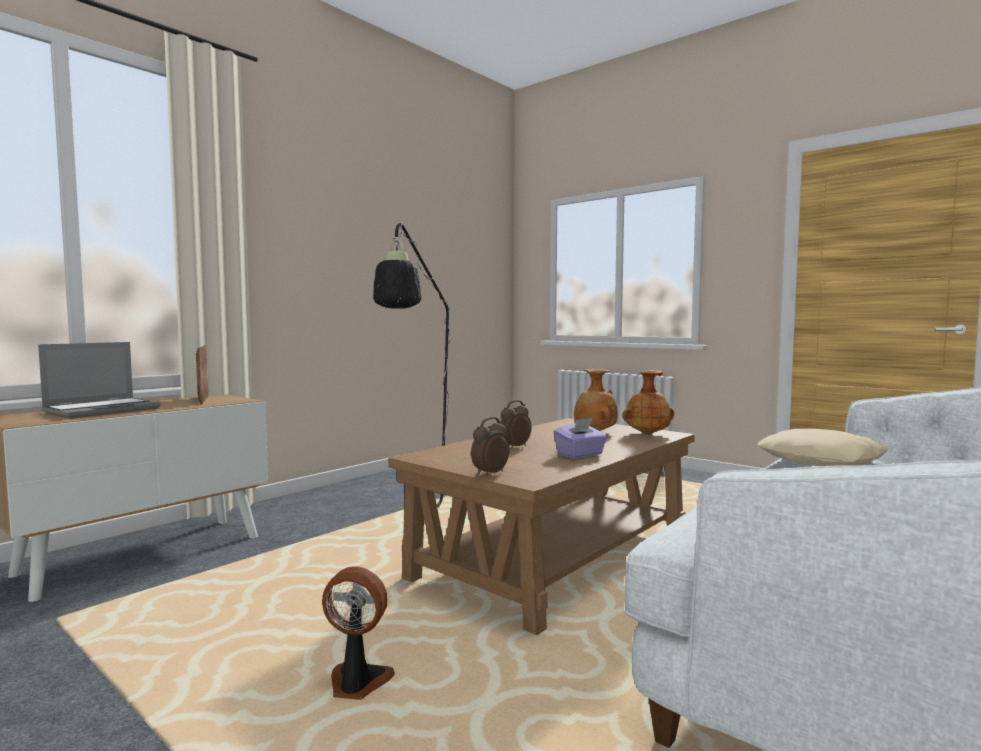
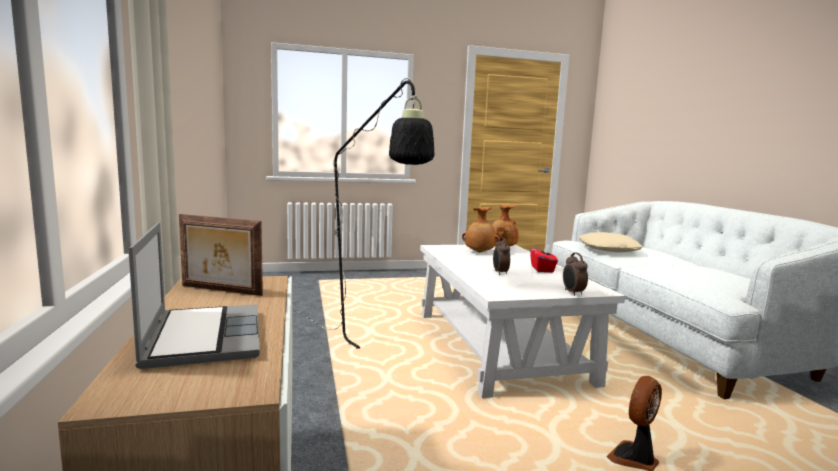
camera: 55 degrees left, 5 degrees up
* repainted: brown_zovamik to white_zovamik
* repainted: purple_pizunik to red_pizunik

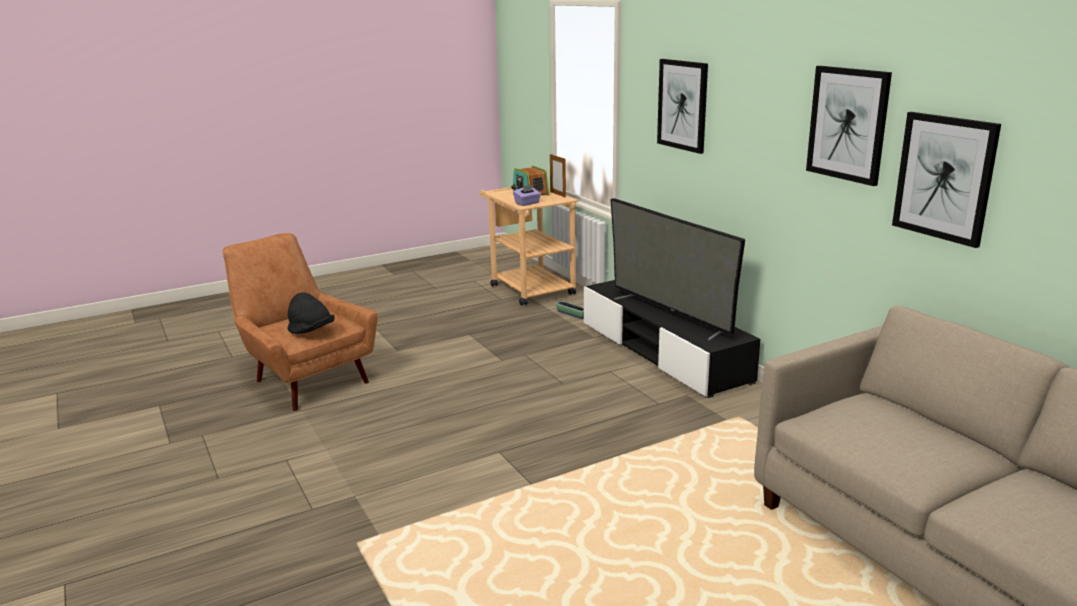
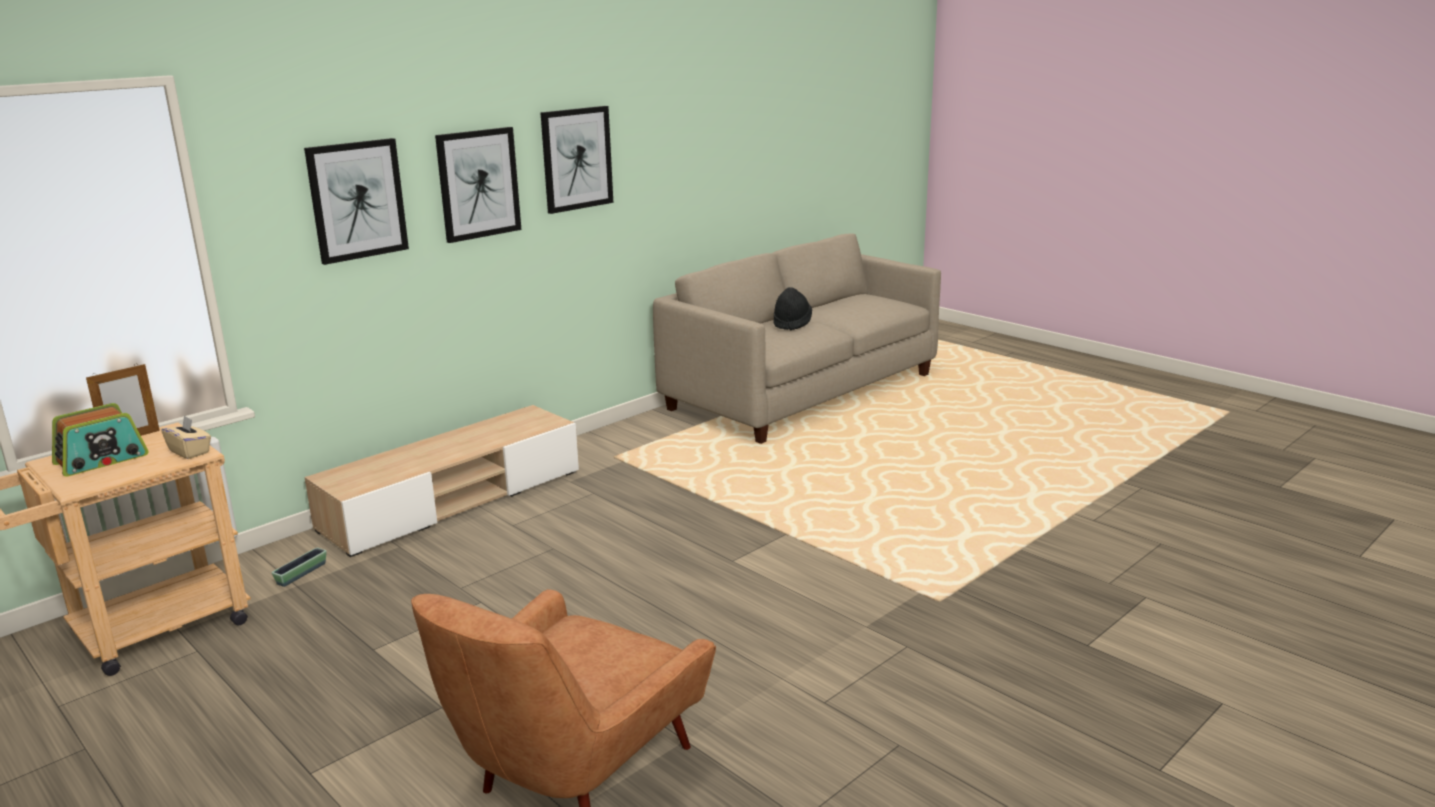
camera: 105 degrees left, 0 degrees up
* repainted: purple_pizunik to beige_pizunik
* repainted: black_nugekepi to beige_nugekepi
* shifted: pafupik (no. 3 from left in the first image) to pafupik (no. 2 from left)
* shifted: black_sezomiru
* gone: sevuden

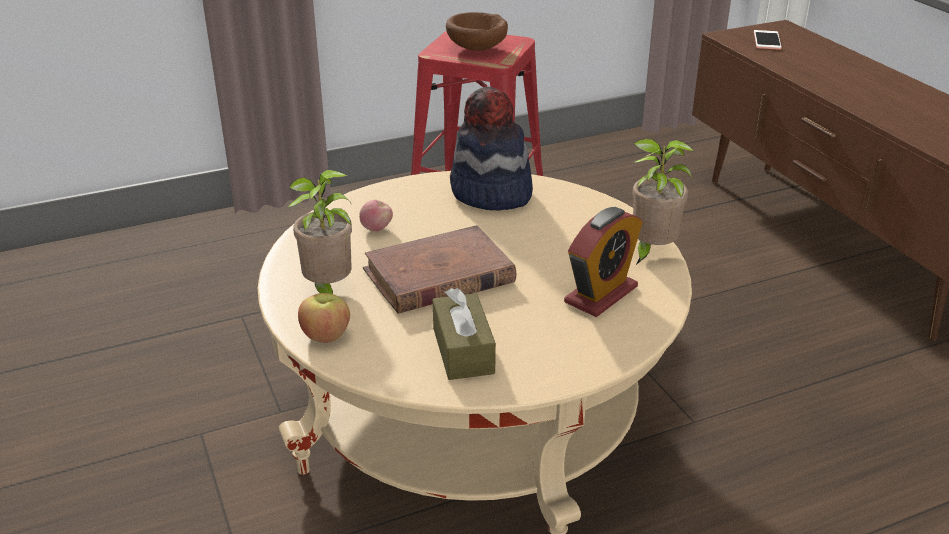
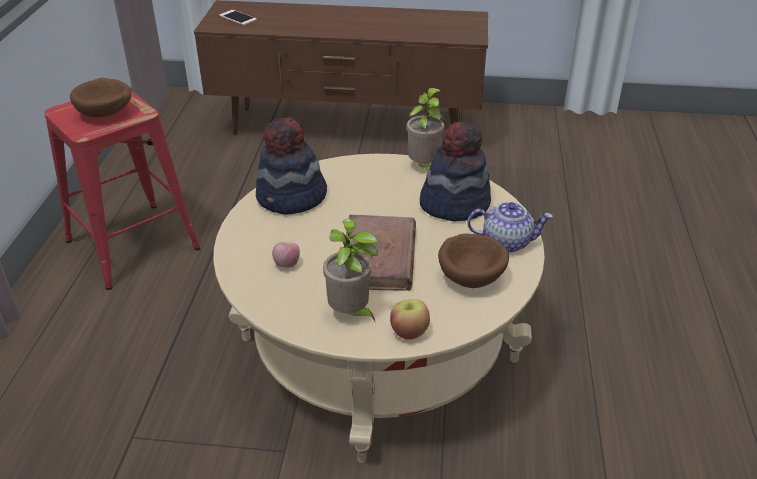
camera: 60 degrees left, 5 degrees up
* swapped: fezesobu to sezomiru (no. 2 from left)
* swapped: brown_pizunik to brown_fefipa (no. 2 from left)
* new: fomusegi

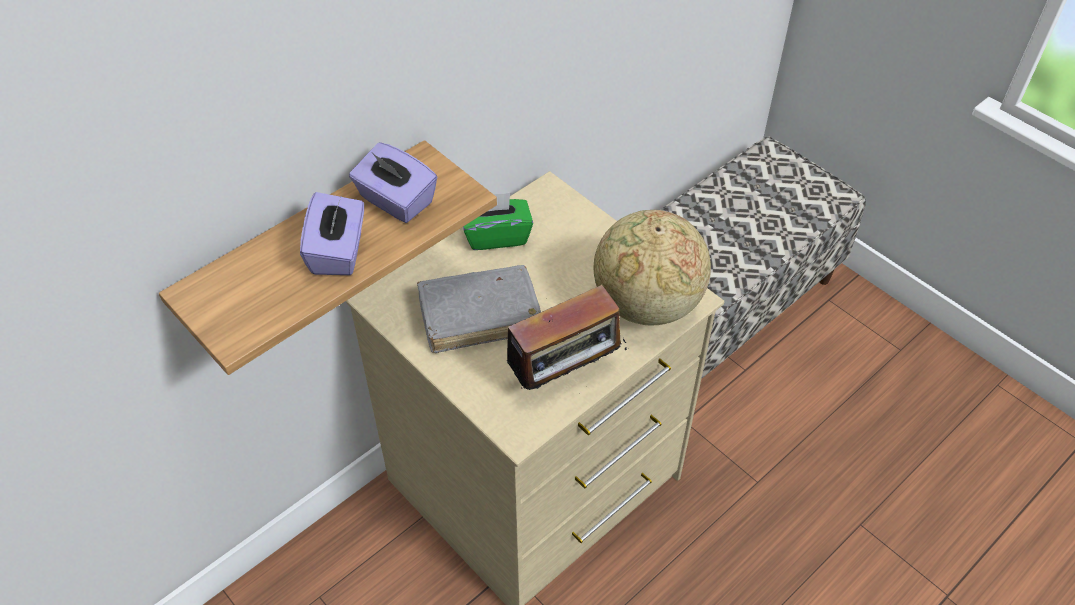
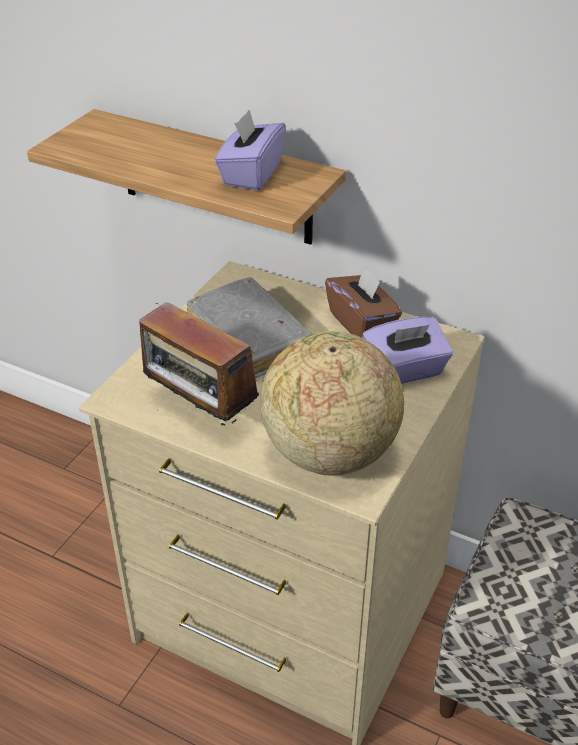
camera: 70 degrees right, 10 degrees down
* repainted: green_pizunik to brown_pizunik
* shifted: purple_pizunik (no. 1 from left in the first image) to purple_pizunik (no. 2 from left)

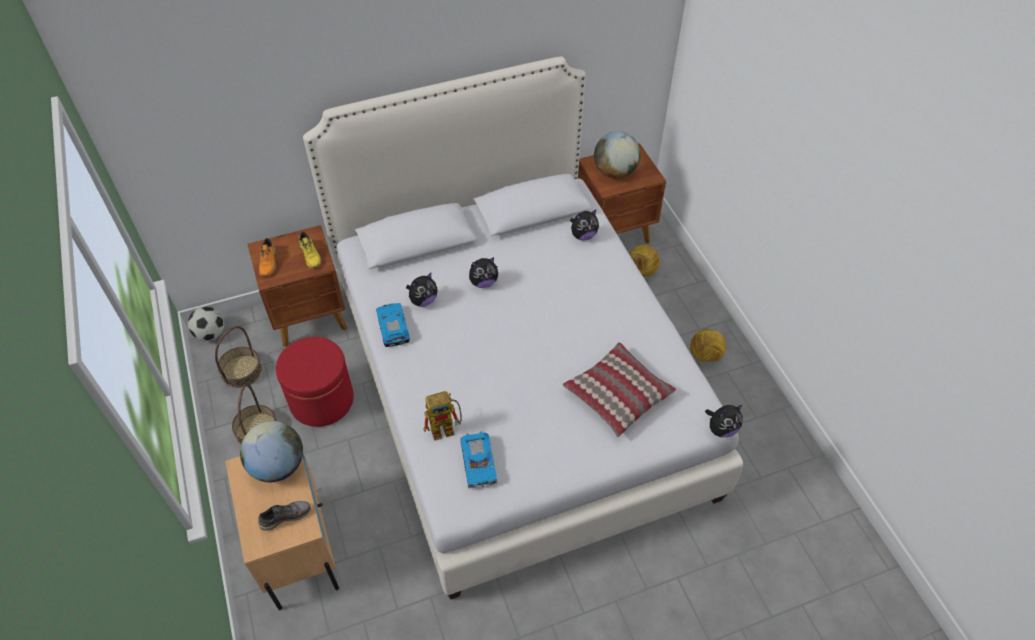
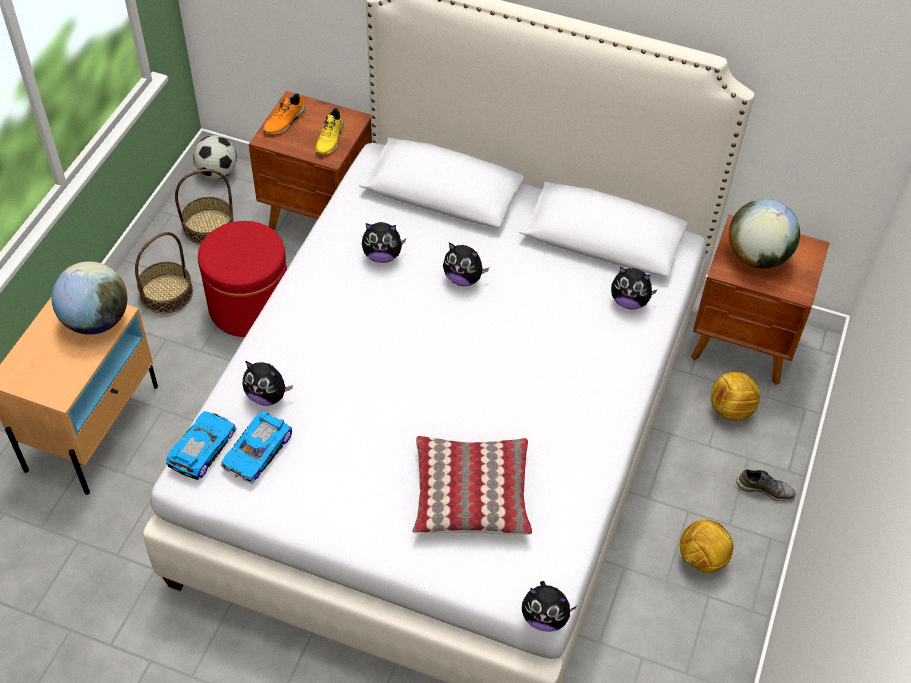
camera: 40 degrees right, 0 degrees up
* shifted: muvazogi (no. 1 from left)
* swapped: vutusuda to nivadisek (no. 1 from left)
* shifted: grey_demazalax

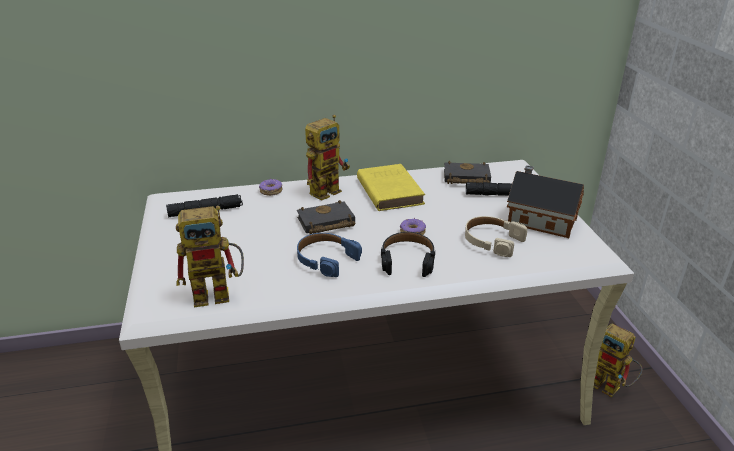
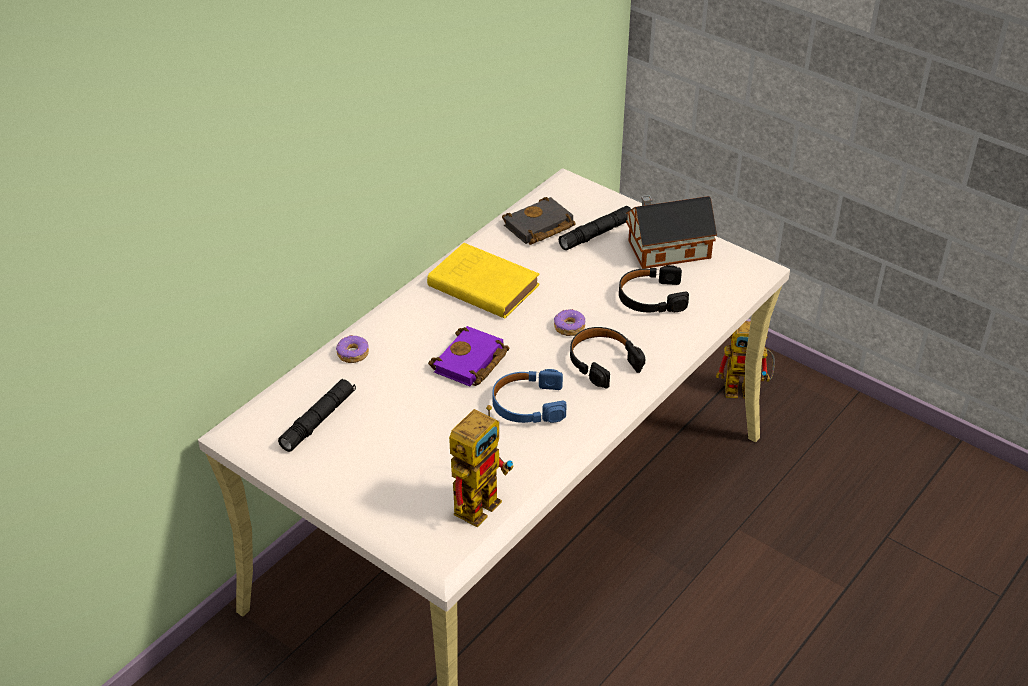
camera: 40 degrees left, 10 degrees up
* repainted: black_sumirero (no. 1 from left) to purple_sumirero
* repainted: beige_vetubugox to black_vetubugox (no. 2 from left)
* gone: vutusuda (no. 2 from left)

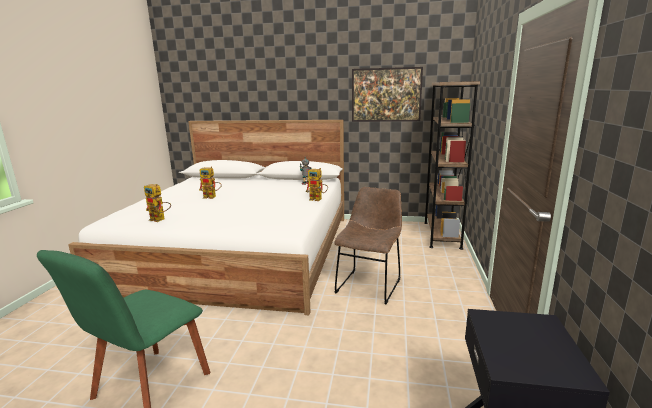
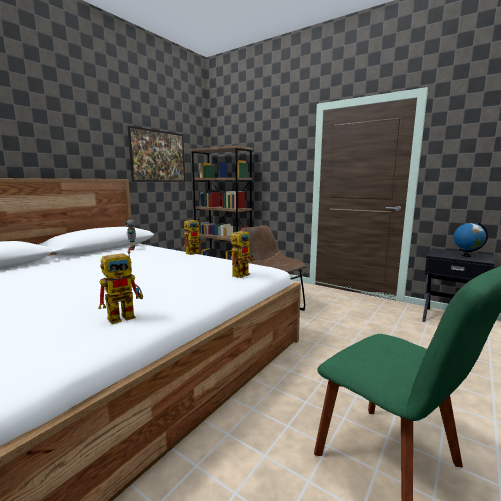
camera: 65 degrees left, 5 degrees down
* shifted: vutusuda (no. 2 from left in the first image) to vutusuda (no. 4 from left)
* new: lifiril

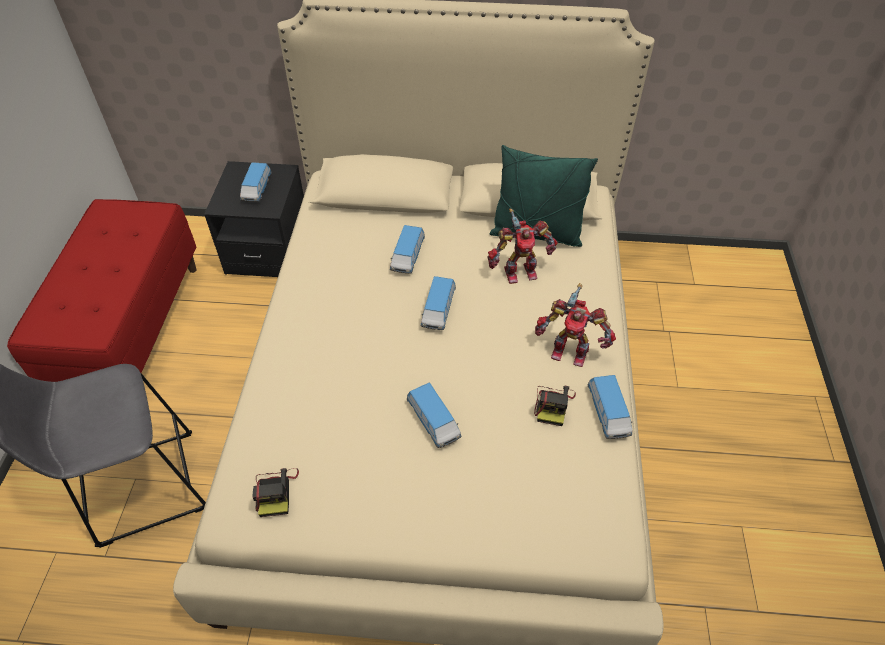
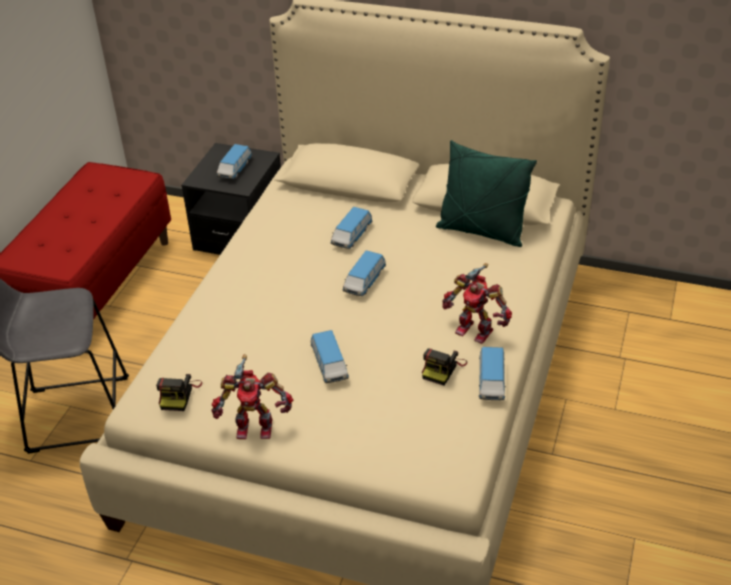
camera: 15 degrees right, 10 degrees down
* shifted: vutusuda (no. 1 from left)

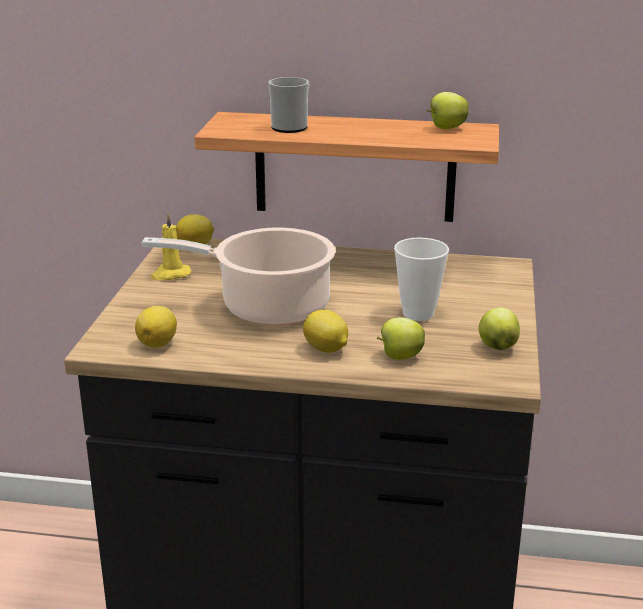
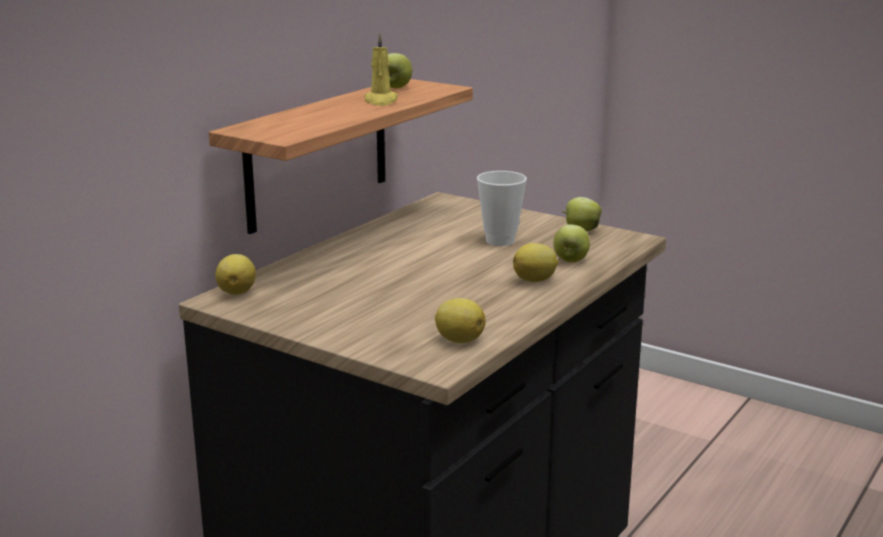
camera: 65 degrees left, 5 degrees down
* shifted: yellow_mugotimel
* gone: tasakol
* gone: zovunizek

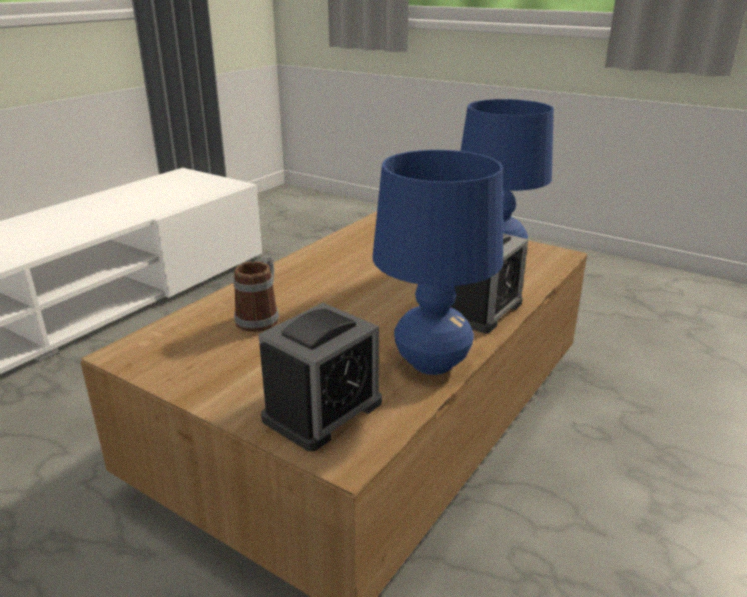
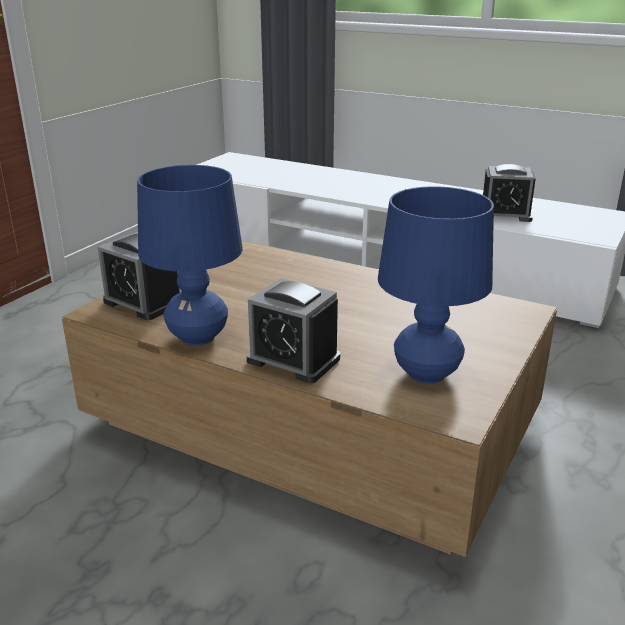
camera: 85 degrees right, 0 degrees up
* new: fezesobu (no. 3 from left)
* gone: zovunizek

